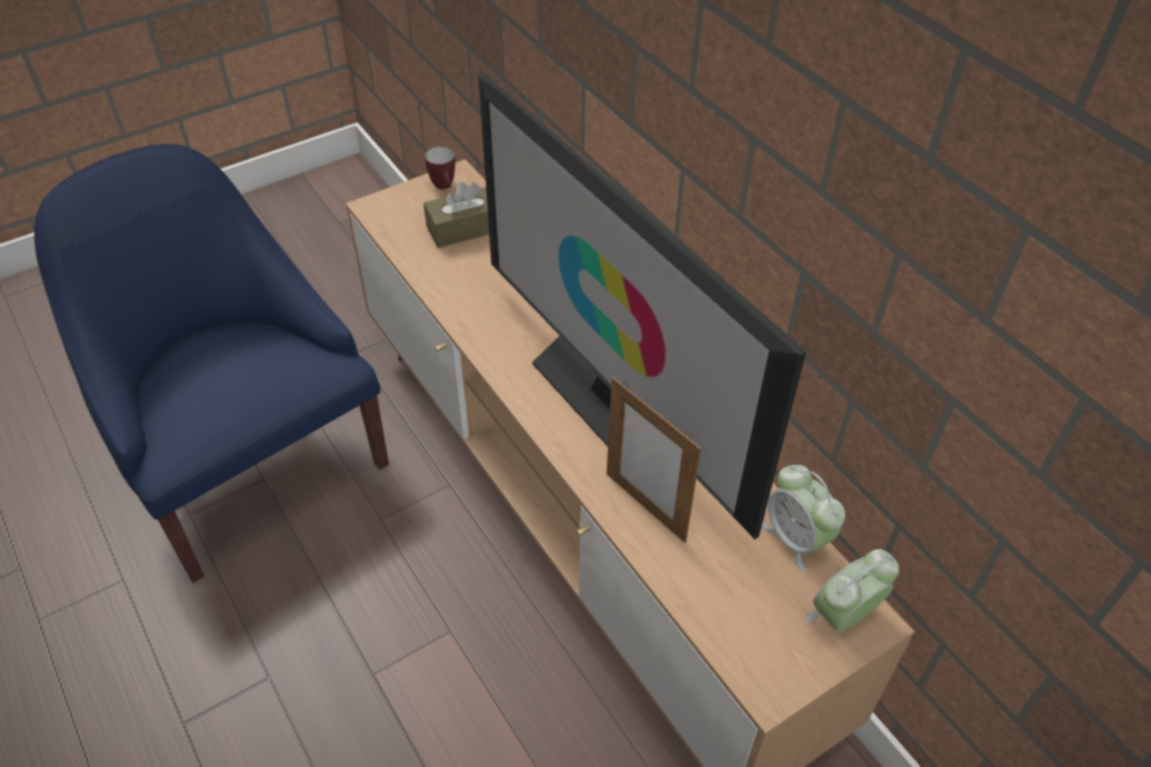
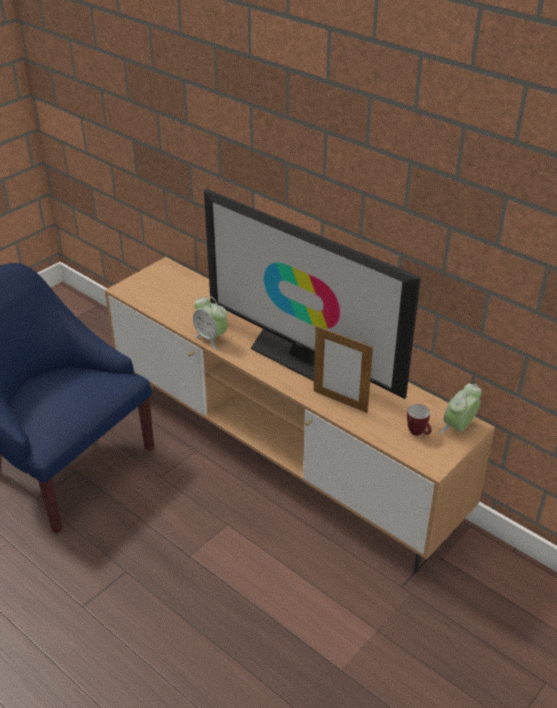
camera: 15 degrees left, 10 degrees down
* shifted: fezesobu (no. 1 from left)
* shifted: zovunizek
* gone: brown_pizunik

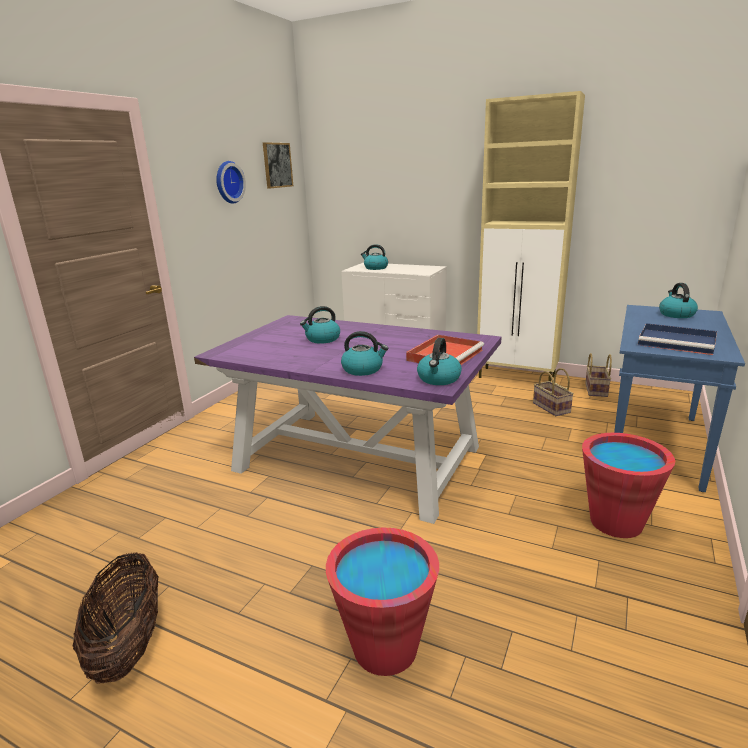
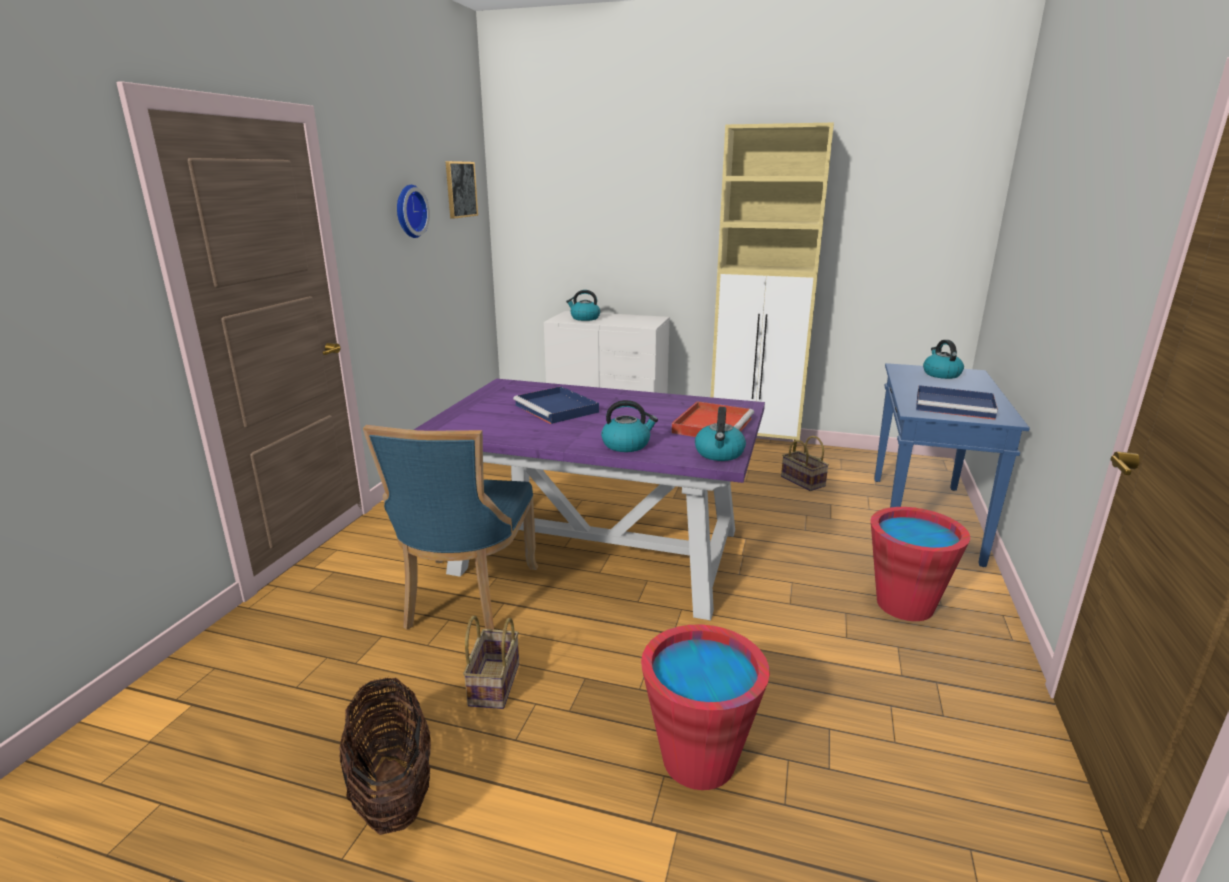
camera: 10 degrees left, 0 degrees up
* new: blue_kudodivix
* shifted: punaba (no. 3 from left in the first image) to punaba (no. 2 from left)
* swapped: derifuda (no. 1 from left) to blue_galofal (no. 1 from left)

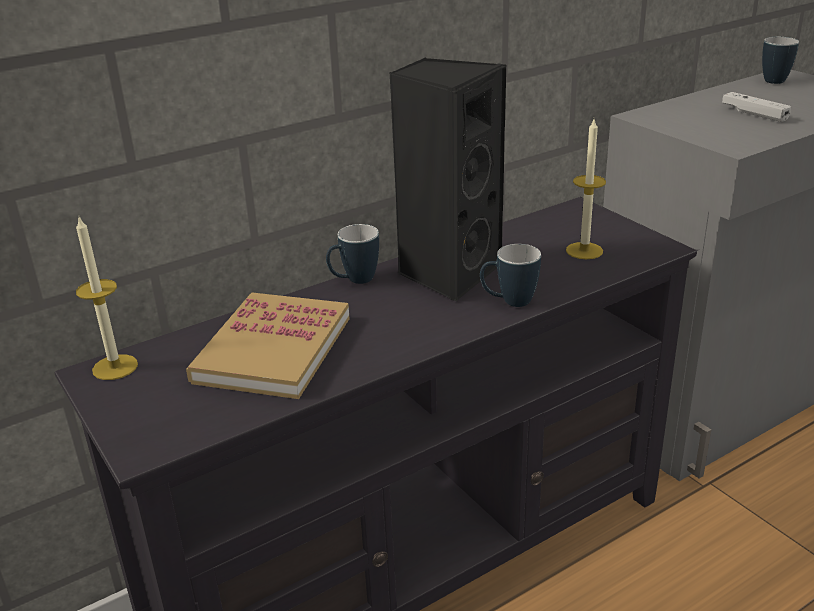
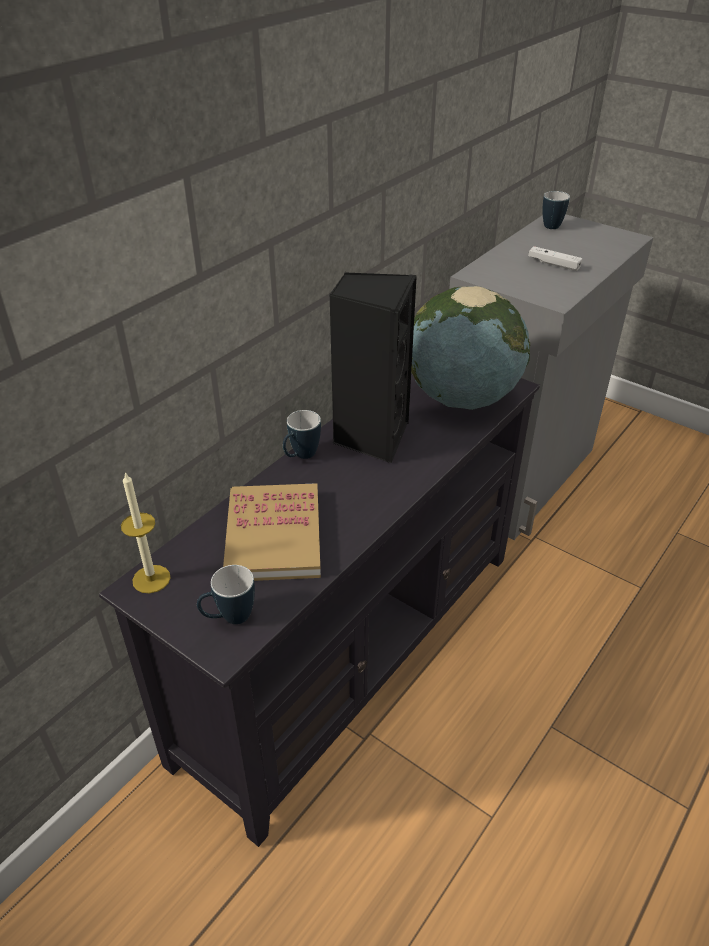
camera: 20 degrees left, 10 degrees up
* shifted: zovunizek (no. 2 from left in the first image) to zovunizek (no. 1 from left)
* swapped: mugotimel (no. 2 from left) to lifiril

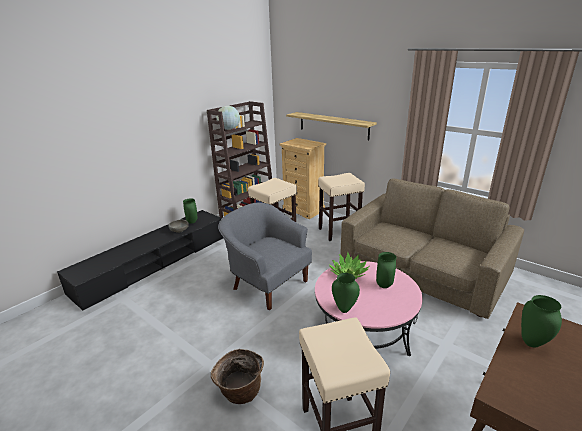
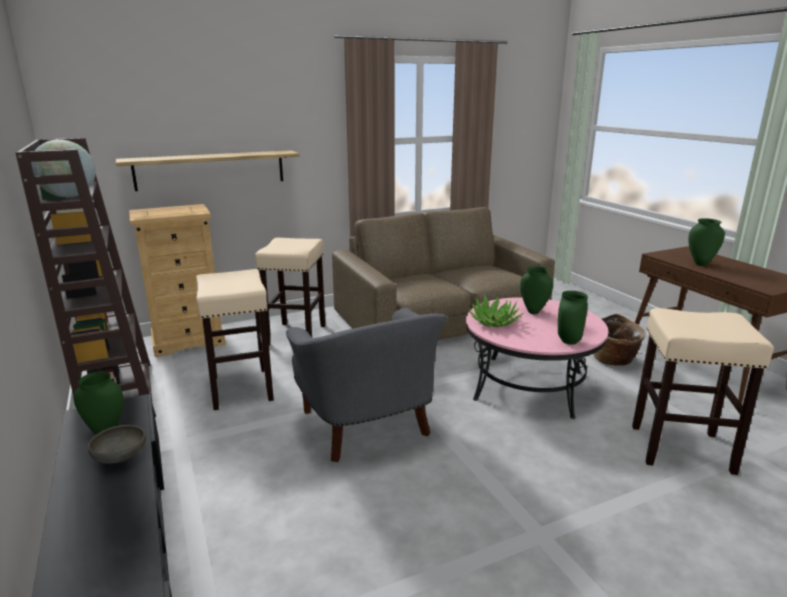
camera: 65 degrees left, 5 degrees down
* rotated: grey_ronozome 90 degrees counterclockwise
* shifted: punaba

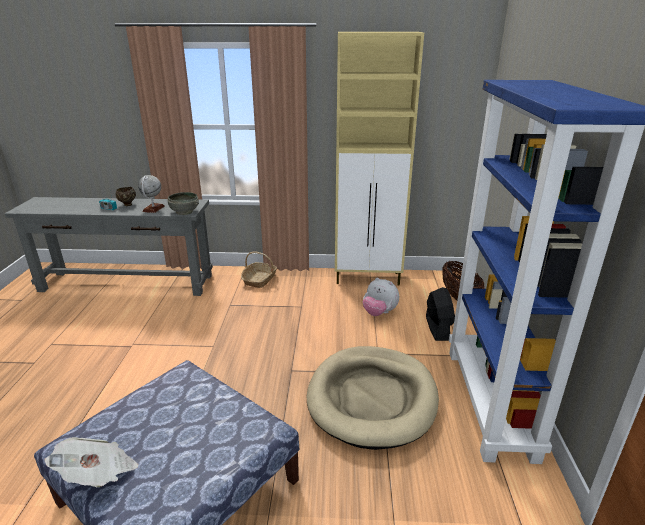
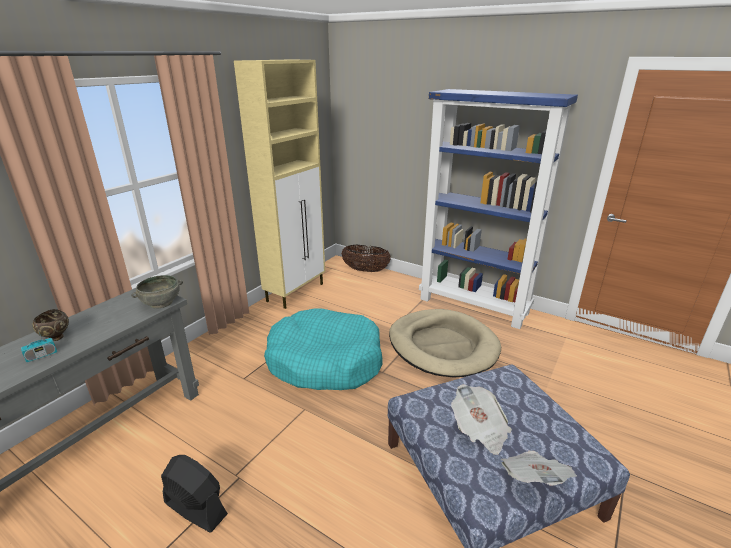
camera: 60 degrees left, 0 degrees up
* shifted: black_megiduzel
* new: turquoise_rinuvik
* new: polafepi (no. 1 from left)
* gone: lifiril
* gone: punaba (no. 1 from left)
* gone: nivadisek

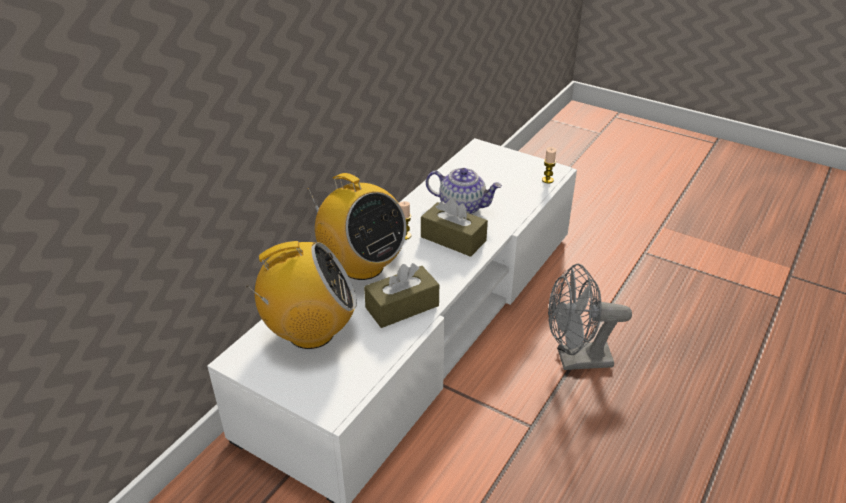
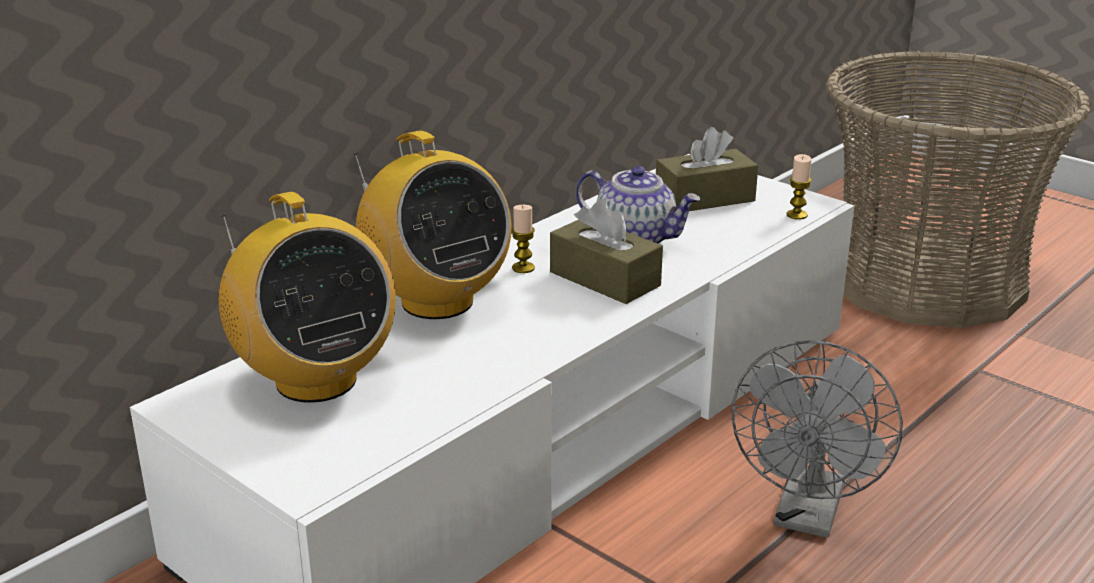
camera: 10 degrees right, 10 degrees down
* rotated: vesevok (no. 1 from left) 60 degrees clockwise
* shifted: brown_pizunik (no. 1 from left in the first image) to brown_pizunik (no. 2 from left)
* rotated: grey_megiduzel 75 degrees counterclockwise
* new: punaba

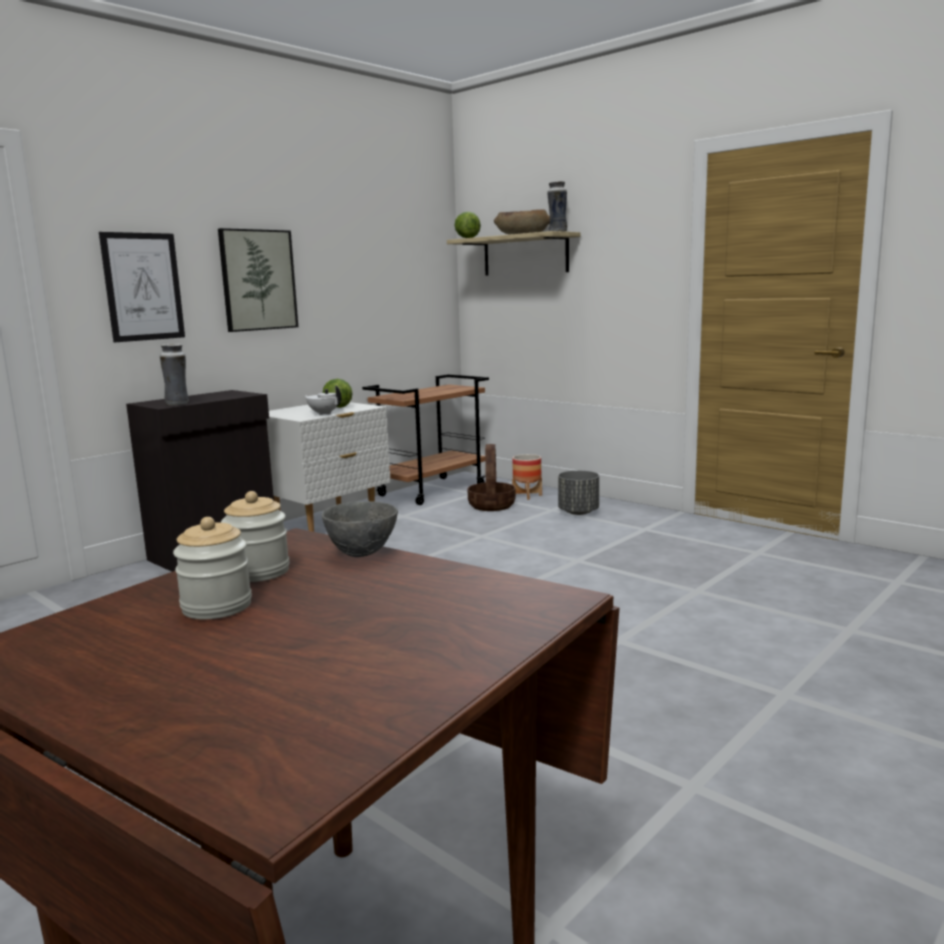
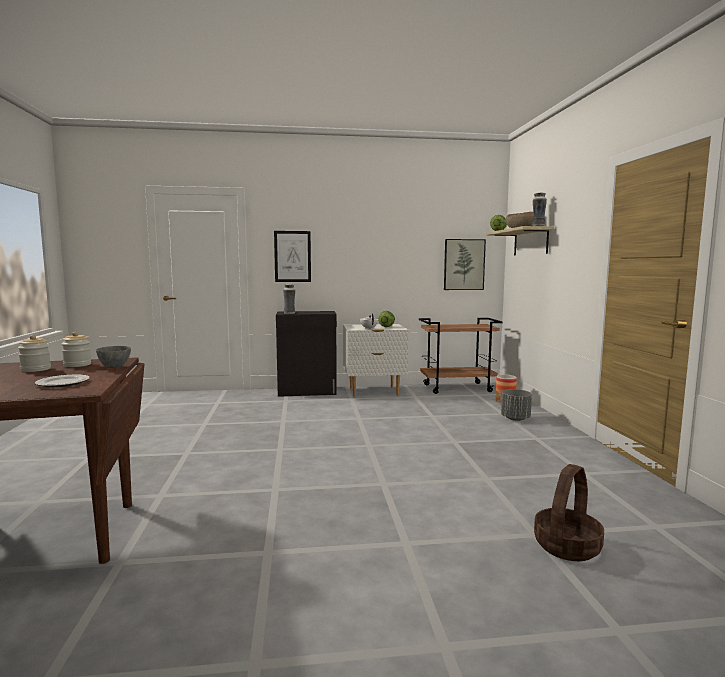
camera: 40 degrees right, 5 degrees down
* new: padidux
* shifted: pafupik (no. 2 from left)
* shifted: punaba

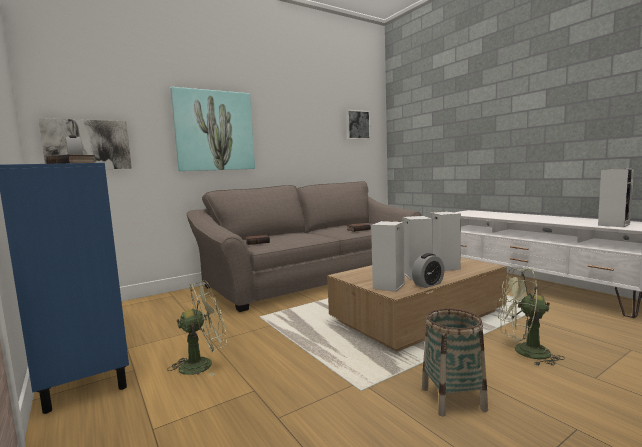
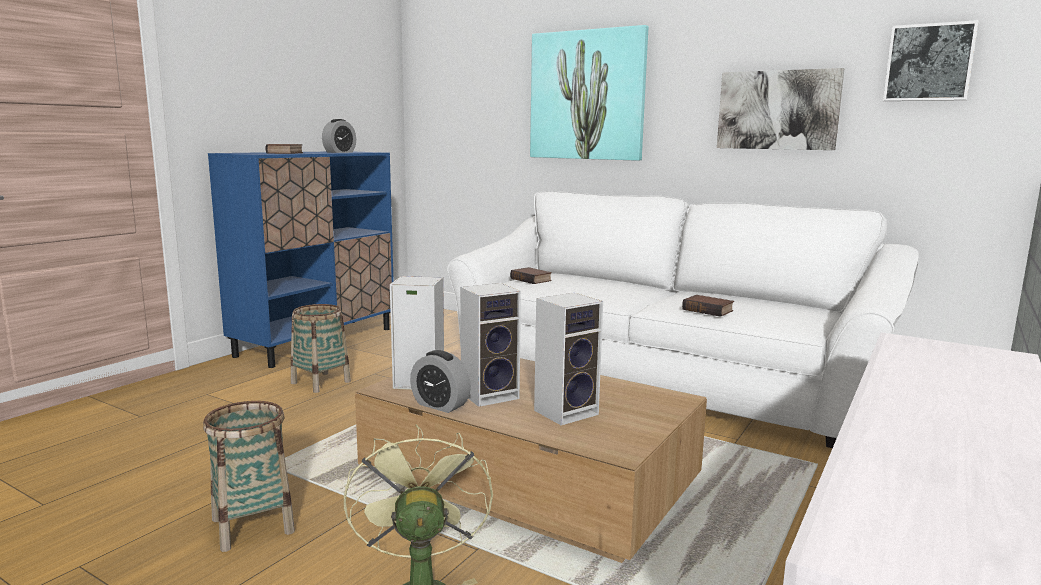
camera: 65 degrees right, 5 degrees up
* swapped: green_megiduzel (no. 1 from left) to punaba (no. 2 from left)
* repainted: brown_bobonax to white_bobonax
* shifted: pafupik (no. 1 from left in the first image) to pafupik (no. 2 from left)
* gone: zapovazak (no. 4 from left)

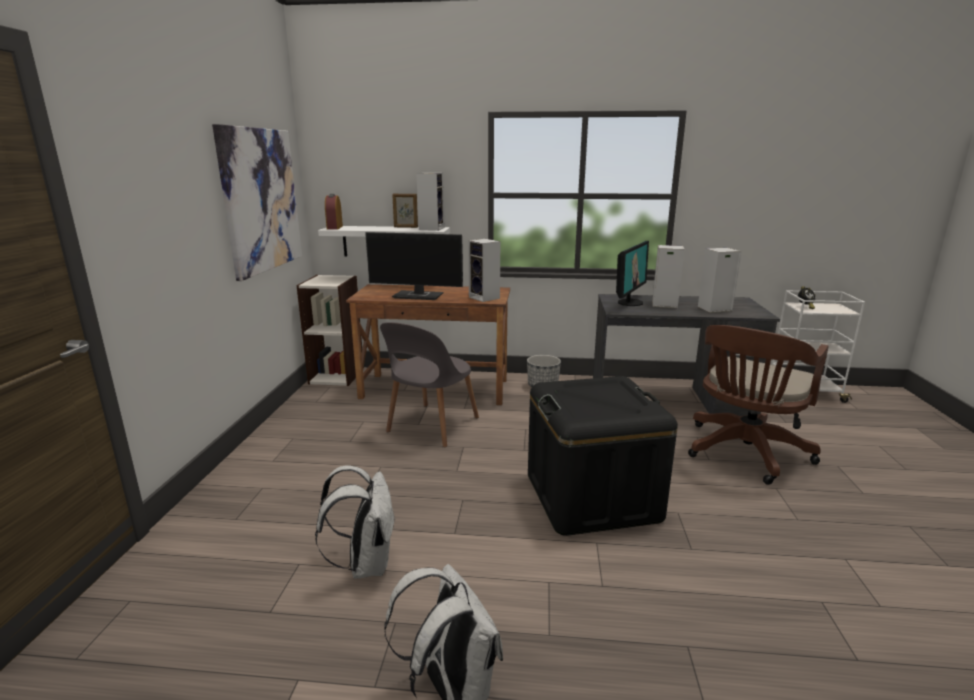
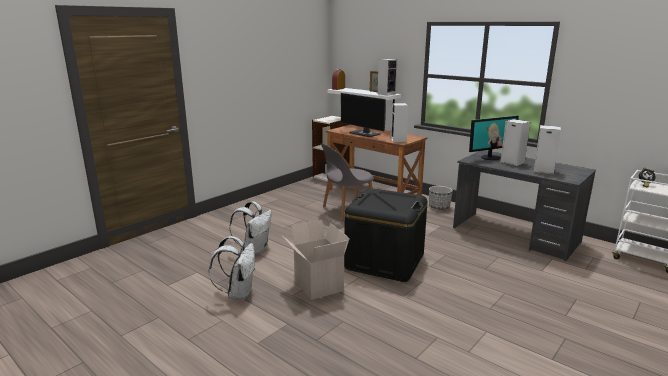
camera: 35 degrees right, 0 degrees up
* new: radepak
* gone: pafupik
* gone: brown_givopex

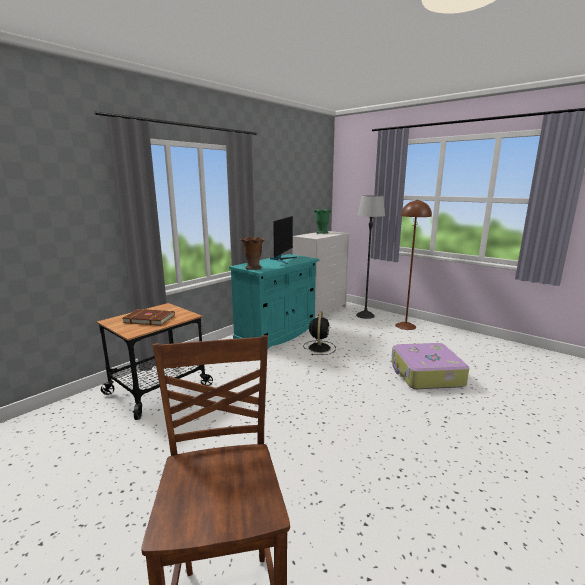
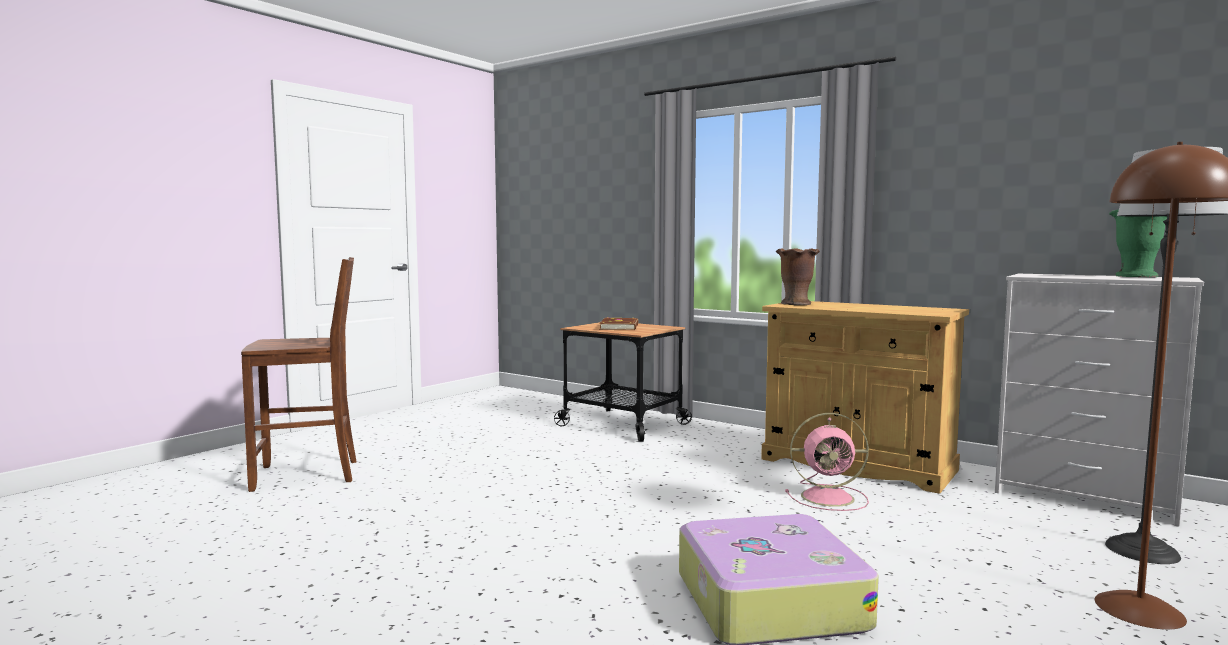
camera: 85 degrees right, 10 degrees down
* repainted: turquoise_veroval to beige_veroval
* repainted: black_megiduzel to pink_megiduzel
* gone: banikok

